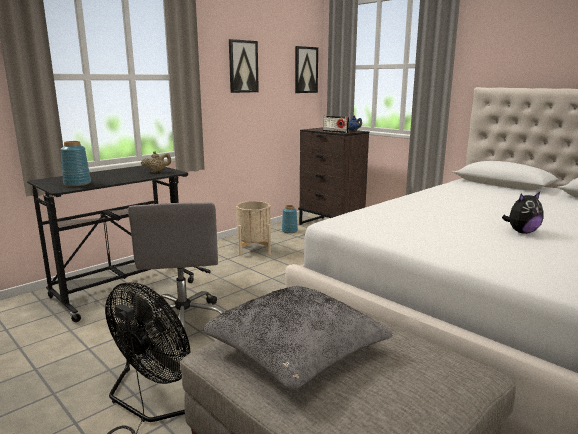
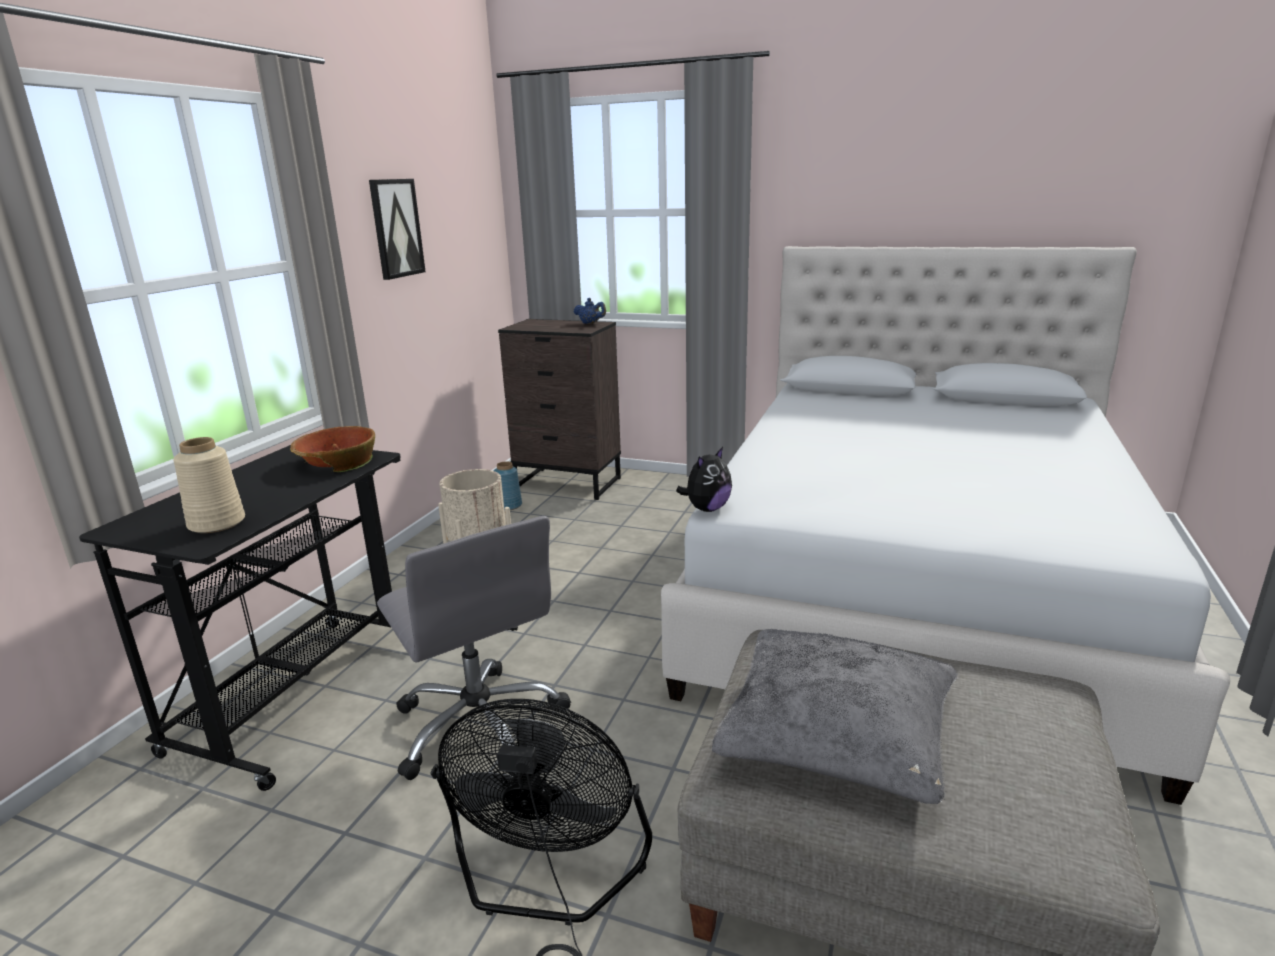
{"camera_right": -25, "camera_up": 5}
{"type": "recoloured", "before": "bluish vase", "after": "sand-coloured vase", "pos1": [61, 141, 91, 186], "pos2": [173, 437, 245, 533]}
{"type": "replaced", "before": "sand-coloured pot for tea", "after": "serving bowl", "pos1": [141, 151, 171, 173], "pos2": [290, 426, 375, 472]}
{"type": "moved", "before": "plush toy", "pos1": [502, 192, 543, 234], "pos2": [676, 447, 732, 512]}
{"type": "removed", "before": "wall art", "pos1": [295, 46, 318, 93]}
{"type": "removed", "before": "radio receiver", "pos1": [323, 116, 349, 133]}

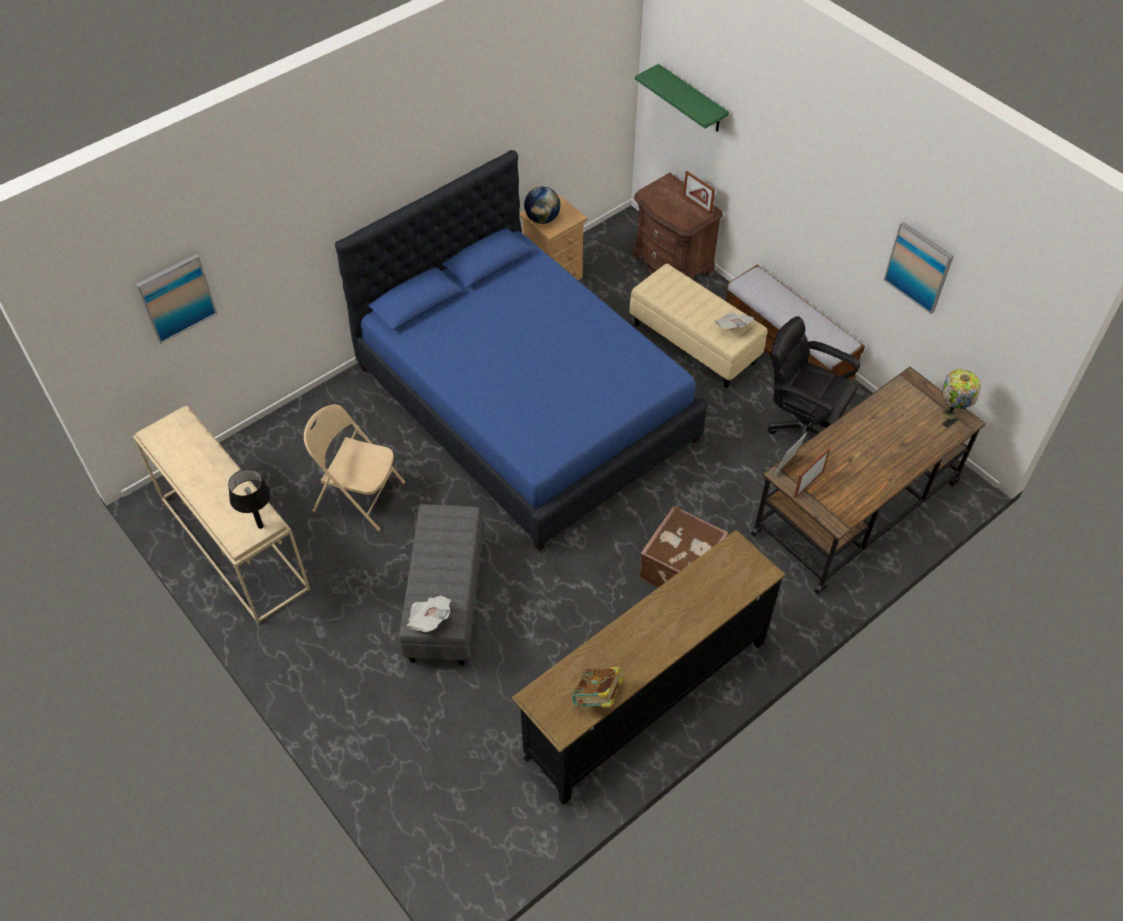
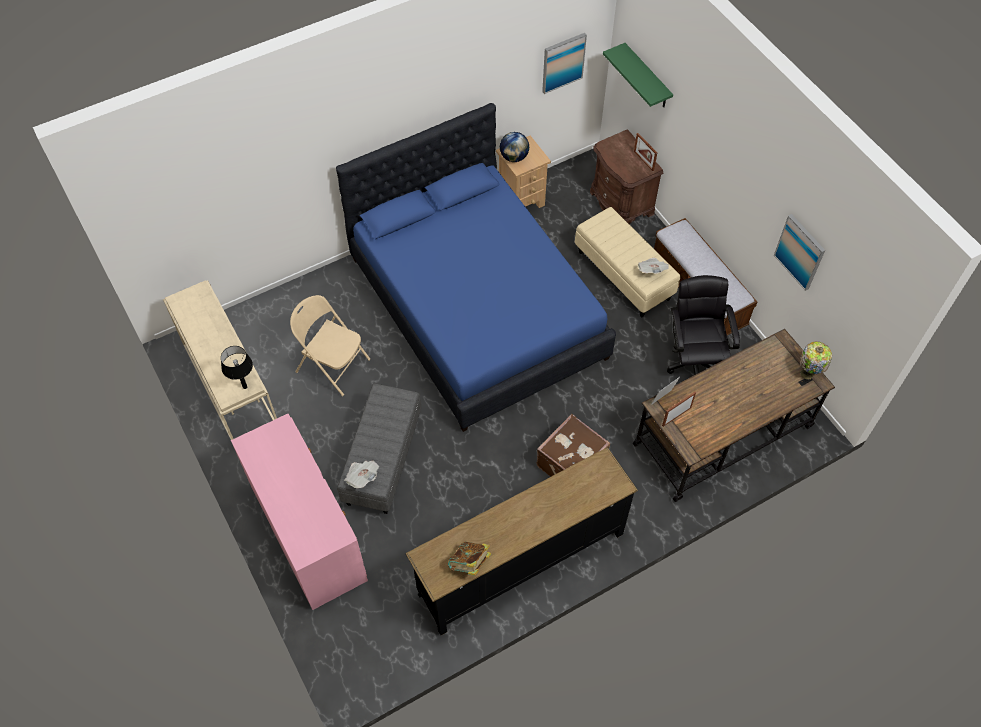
{"camera_right": 10, "camera_up": 5}
{"type": "added", "after": "pink chest of drawers", "pos2": [231, 414, 368, 610]}
{"type": "moved", "before": "wall art", "pos1": [136, 254, 217, 344], "pos2": [542, 33, 587, 94]}
{"type": "turned", "before": "black-coloured desk chair", "pos1": [768, 316, 860, 447], "pos2": [667, 275, 740, 375], "turn": 45}

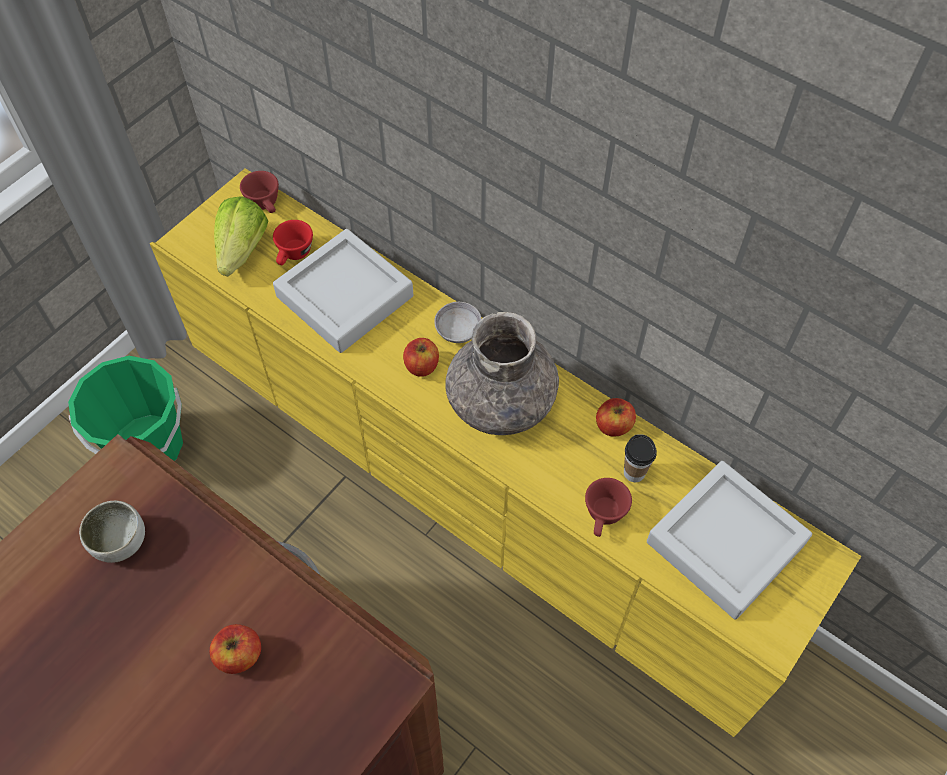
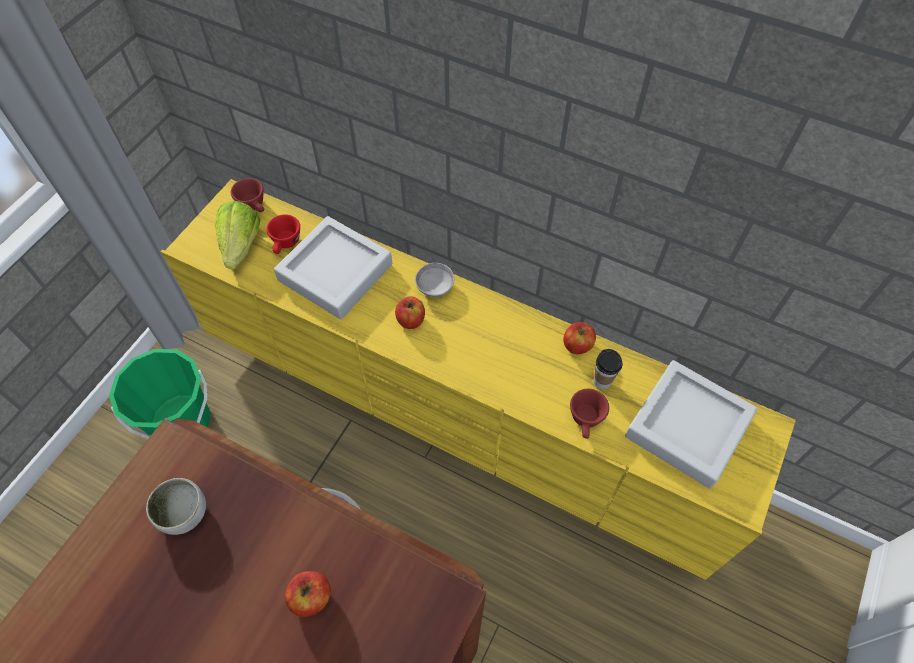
{"camera_right": -10, "camera_up": 0}
{"type": "removed", "before": "grey vase", "pos1": [445, 312, 559, 435]}

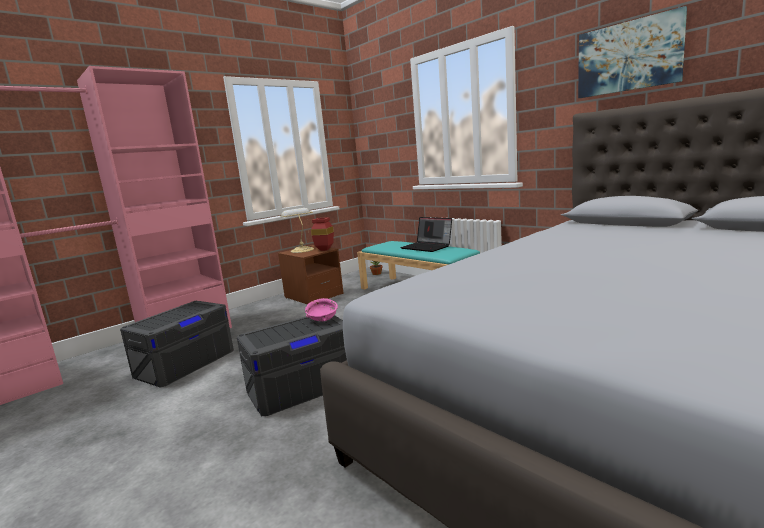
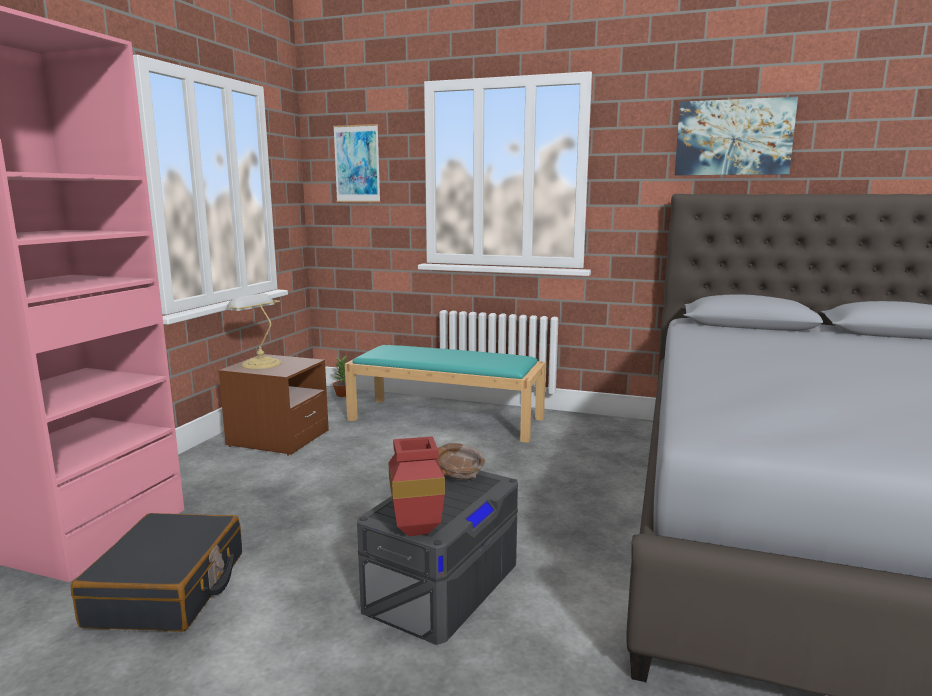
{"camera_right": -30, "camera_up": 0}
{"type": "replaced", "before": "grey storage container", "after": "black-coloured suitcase", "pos1": [120, 301, 234, 388], "pos2": [71, 513, 242, 632]}
{"type": "added", "after": "wall art", "pos2": [333, 124, 380, 202]}
{"type": "moved", "before": "reddish vase", "pos1": [311, 217, 334, 251], "pos2": [389, 436, 445, 536]}
{"type": "recoloured", "before": "pink serving bowl", "after": "brownish serving bowl", "pos1": [305, 298, 338, 321], "pos2": [438, 443, 485, 479]}
{"type": "removed", "before": "laptop", "pos1": [400, 217, 452, 252]}

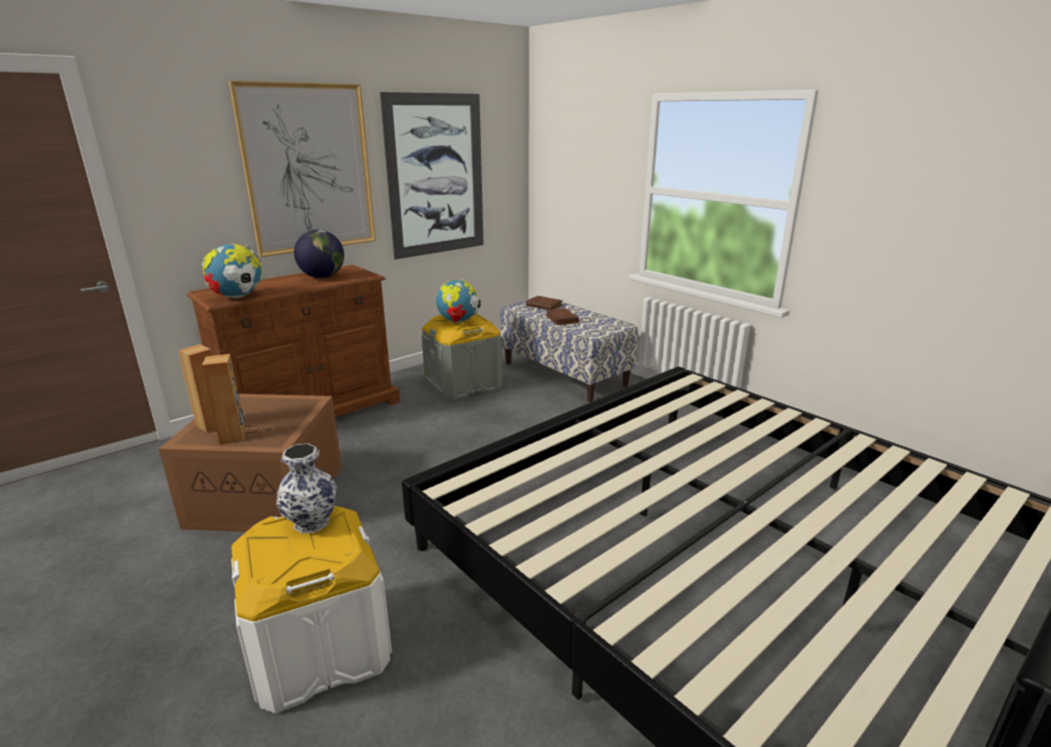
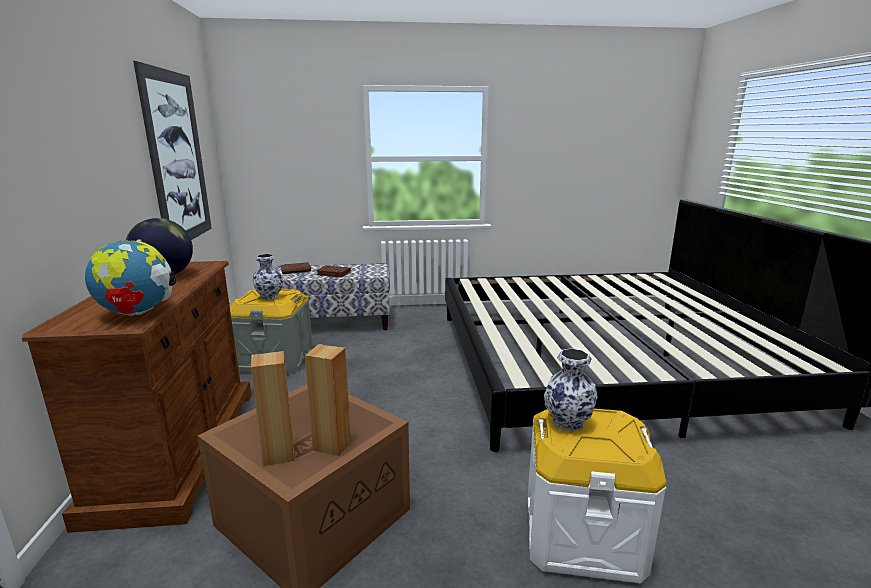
{"camera_right": -55, "camera_up": -5}
{"type": "replaced", "before": "desk globe", "after": "vase", "pos1": [436, 279, 481, 323], "pos2": [253, 254, 283, 300]}
{"type": "removed", "before": "wall art", "pos1": [229, 81, 376, 257]}

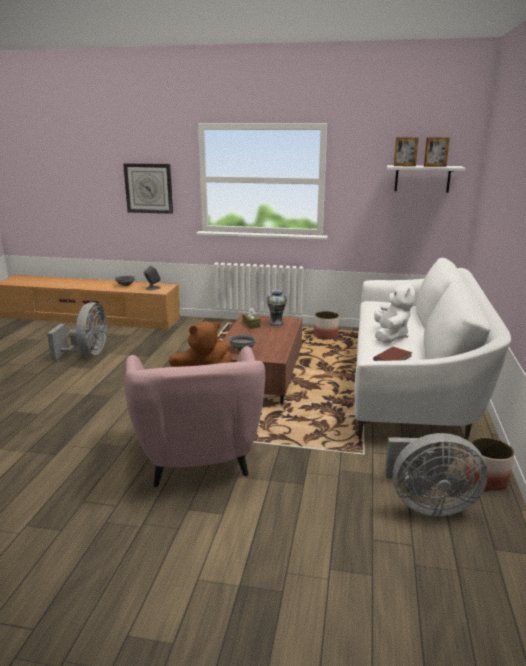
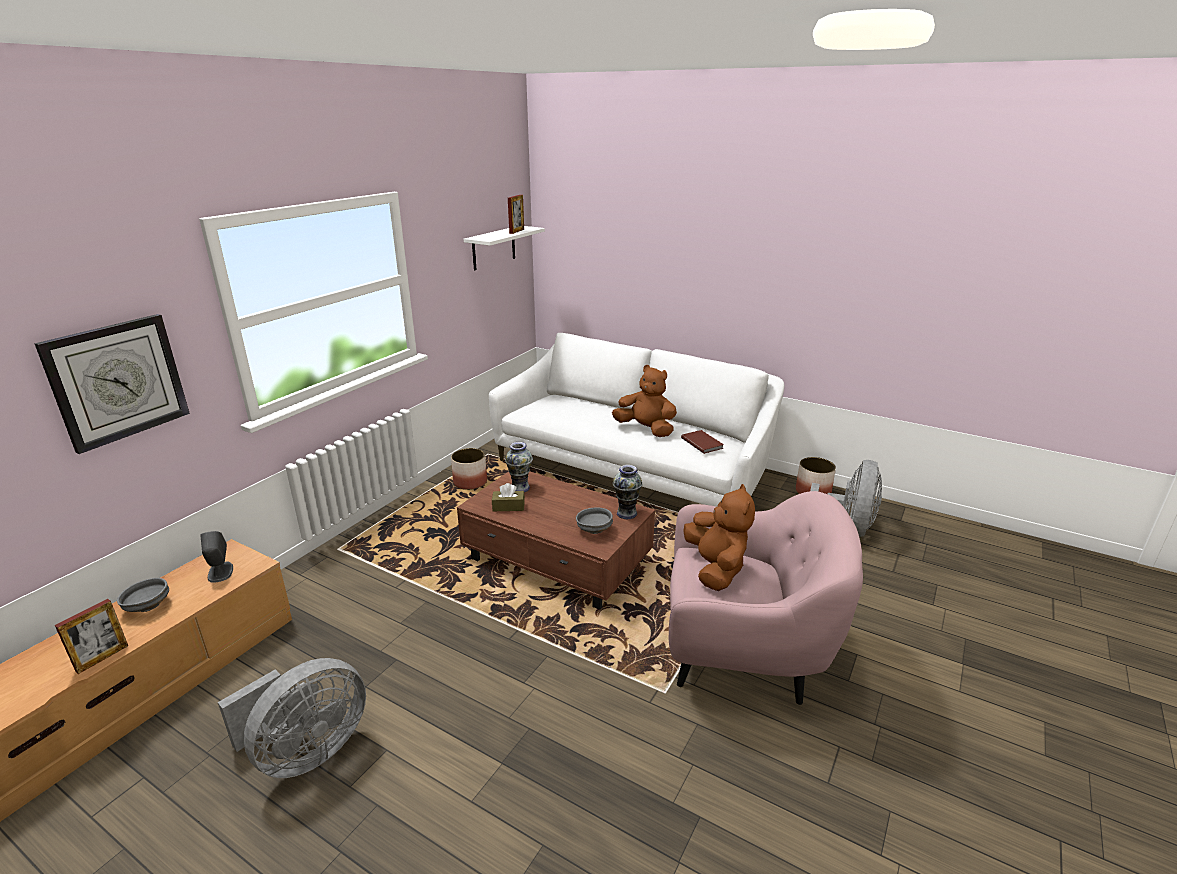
{"camera_right": -70, "camera_up": 5}
{"type": "moved", "before": "standing frame", "pos1": [394, 137, 419, 167], "pos2": [55, 599, 128, 674]}
{"type": "turned", "before": "grey cooling fan", "pos1": [47, 302, 107, 360], "pos2": [218, 658, 366, 778], "turn": 105}
{"type": "recoloured", "before": "white plush toy", "after": "brownish plush toy", "pos1": [374, 282, 415, 343], "pos2": [612, 365, 677, 437]}
{"type": "added", "after": "vase", "pos2": [613, 465, 642, 519]}

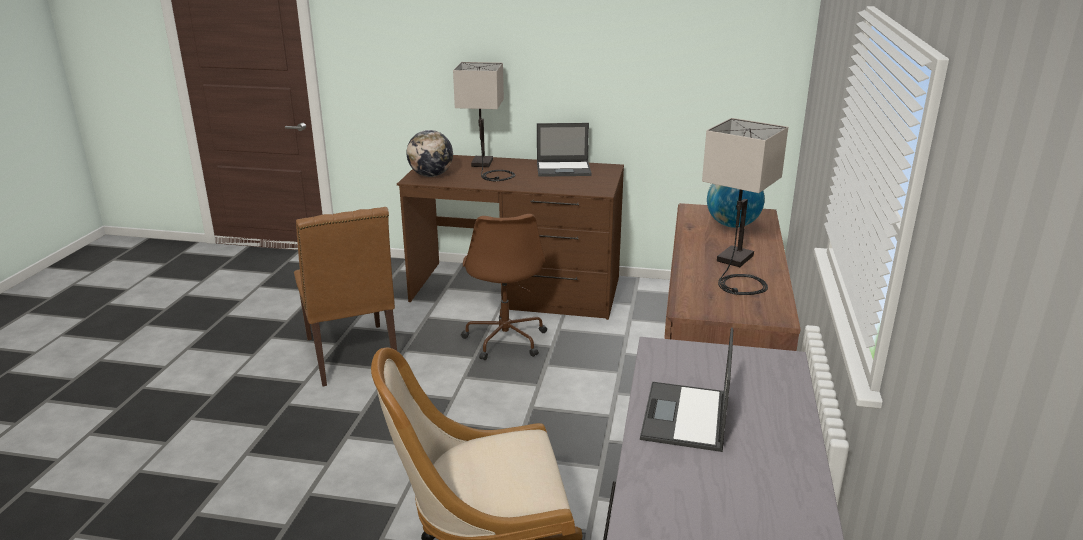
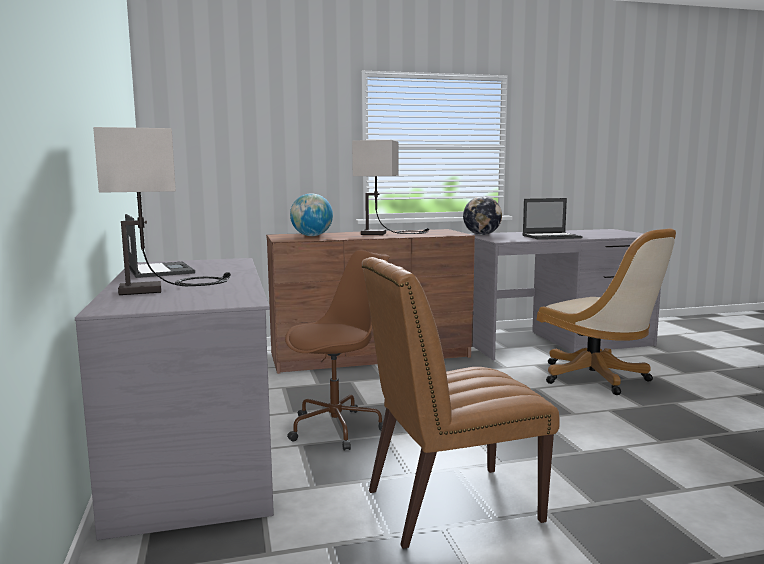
{"camera_right": -115, "camera_up": -15}
{"type": "recoloured", "before": "brownish desk", "after": "grey desk", "pos1": [397, 155, 624, 320], "pos2": [75, 258, 274, 540]}
{"type": "turned", "before": "brownish chair", "pos1": [294, 207, 397, 386], "pos2": [362, 257, 559, 549], "turn": -150}
{"type": "moved", "before": "desk globe", "pos1": [407, 130, 453, 177], "pos2": [463, 196, 502, 235]}

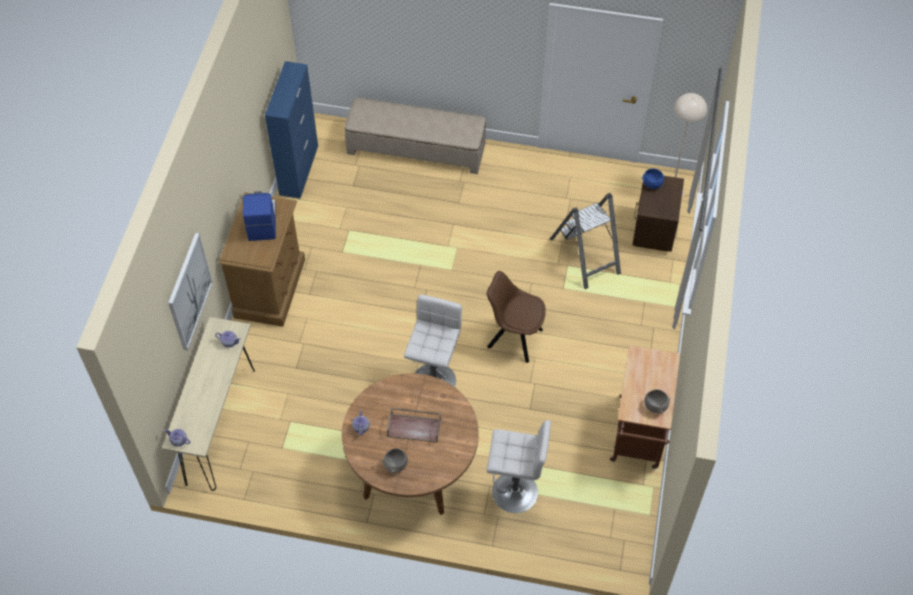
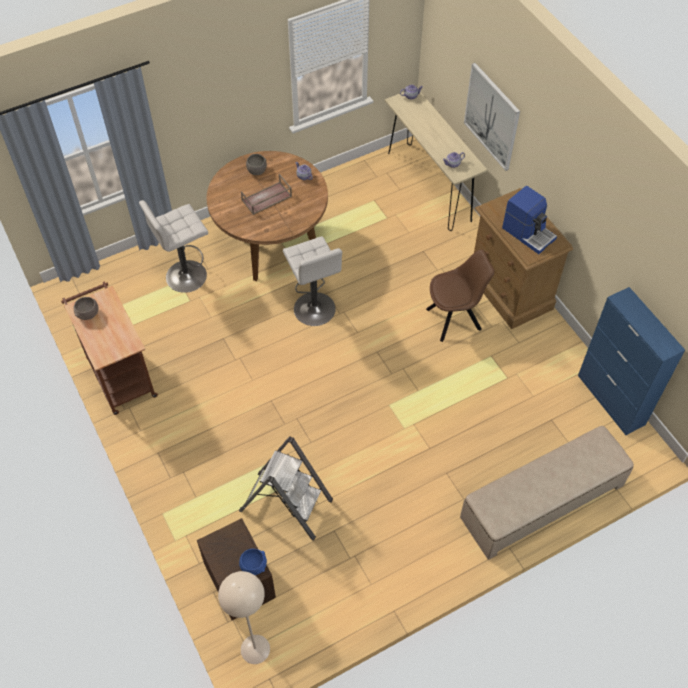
{"camera_right": 140, "camera_up": 0}
{"type": "moved", "before": "brownish chair", "pos1": [486, 271, 546, 363], "pos2": [426, 249, 495, 342]}

